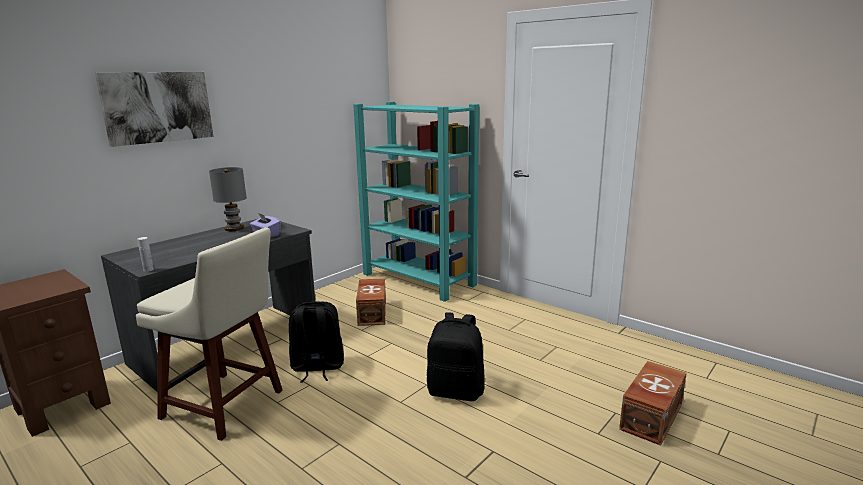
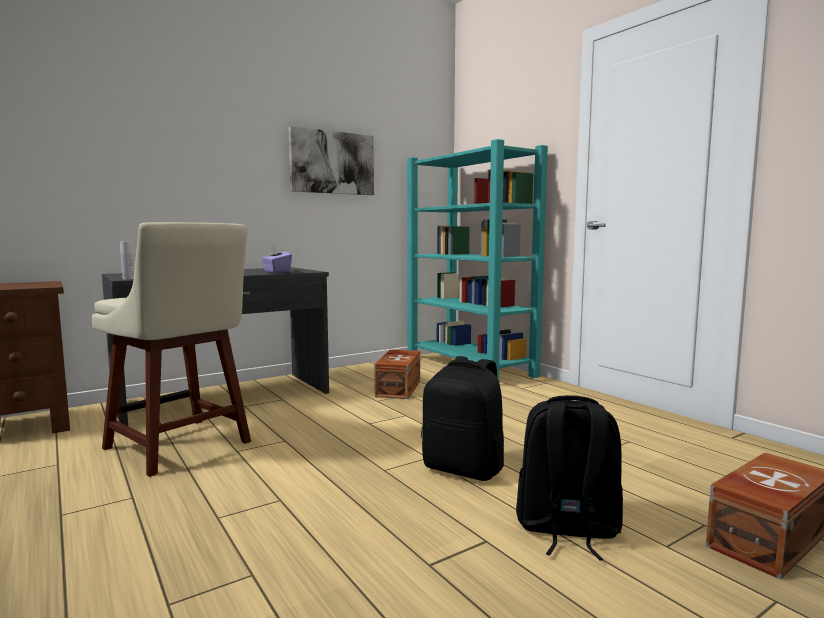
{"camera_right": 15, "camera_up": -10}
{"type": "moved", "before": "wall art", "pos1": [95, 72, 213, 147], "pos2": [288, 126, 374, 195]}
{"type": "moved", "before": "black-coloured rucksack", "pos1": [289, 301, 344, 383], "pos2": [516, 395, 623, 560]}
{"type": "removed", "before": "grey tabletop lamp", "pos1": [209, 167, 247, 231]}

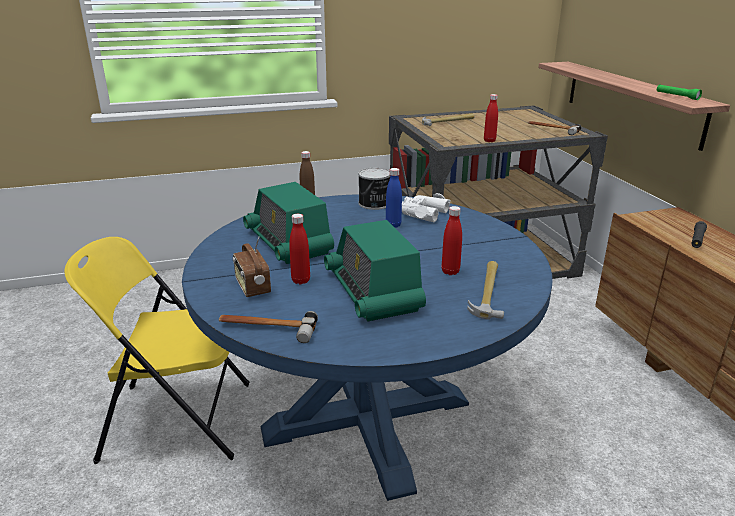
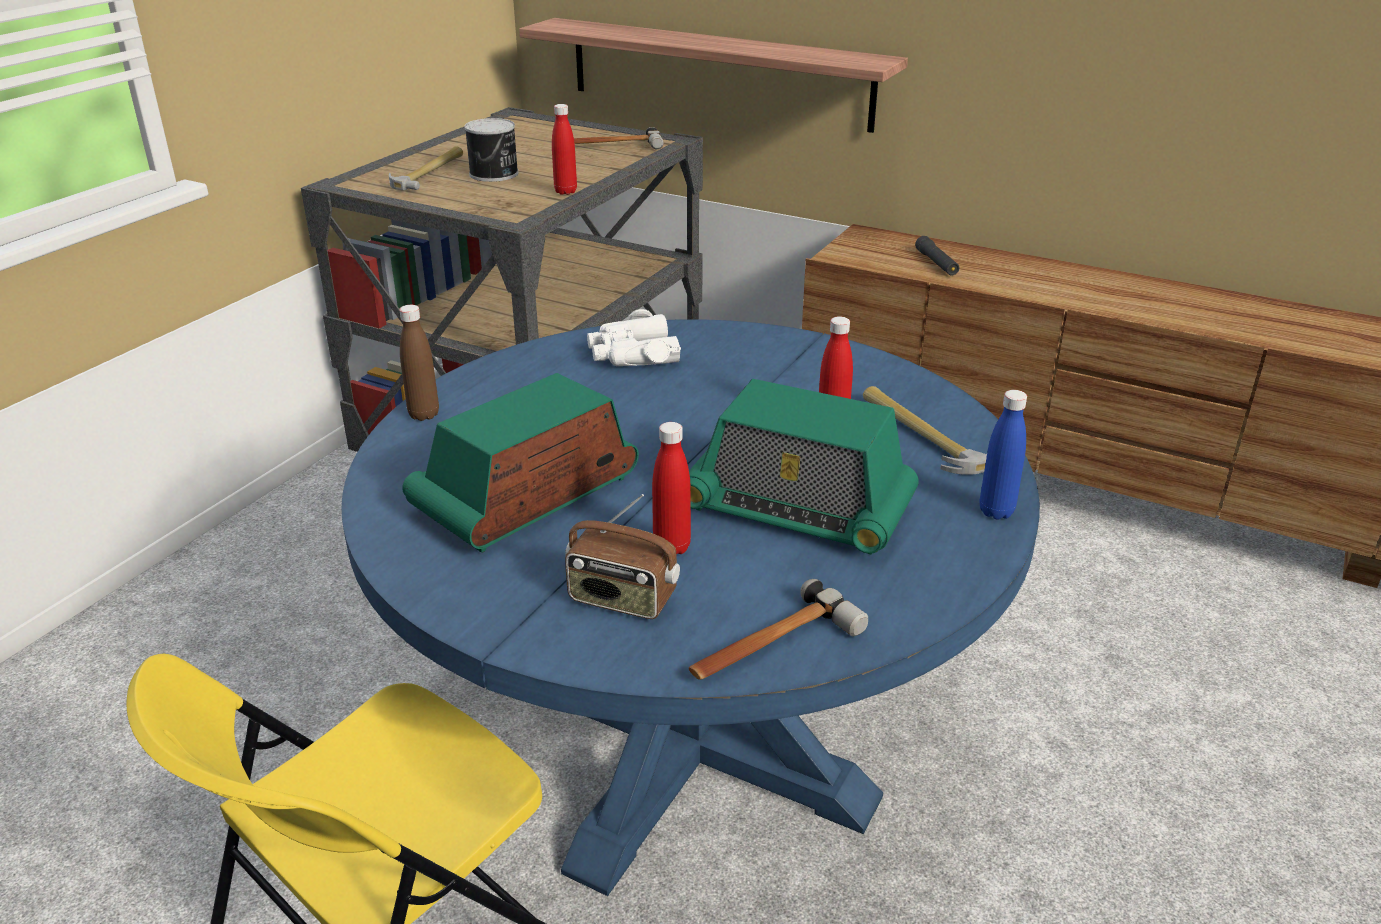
{"camera_right": -45, "camera_up": 5}
{"type": "turned", "before": "radio receiver", "pos1": [243, 182, 334, 264], "pos2": [402, 373, 639, 553], "turn": 120}
{"type": "moved", "before": "can", "pos1": [358, 168, 390, 210], "pos2": [464, 118, 518, 182]}
{"type": "moved", "before": "bluish beverage bottle", "pos1": [386, 168, 402, 228], "pos2": [980, 390, 1027, 519]}
{"type": "removed", "before": "greenish flashlight", "pos1": [657, 84, 702, 100]}

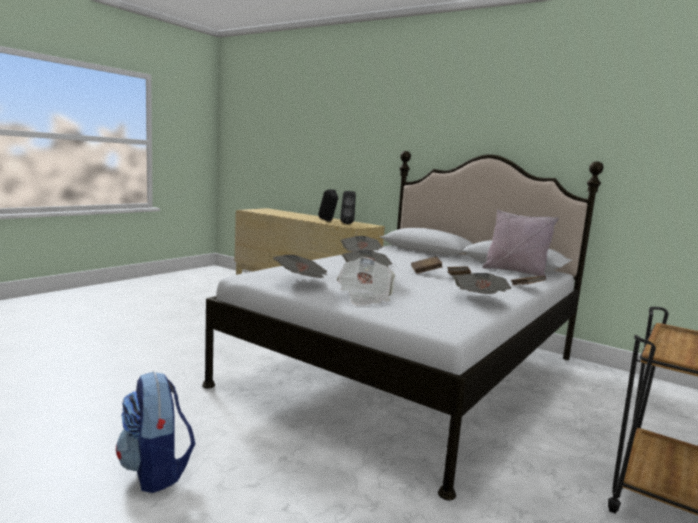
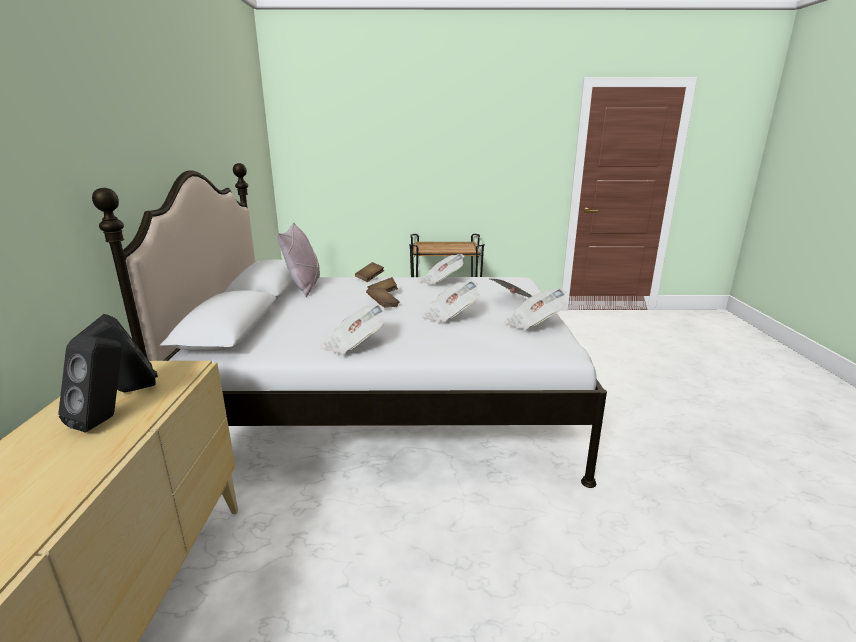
{"camera_right": -125, "camera_up": 10}
{"type": "removed", "before": "rucksack", "pos1": [116, 371, 195, 493]}

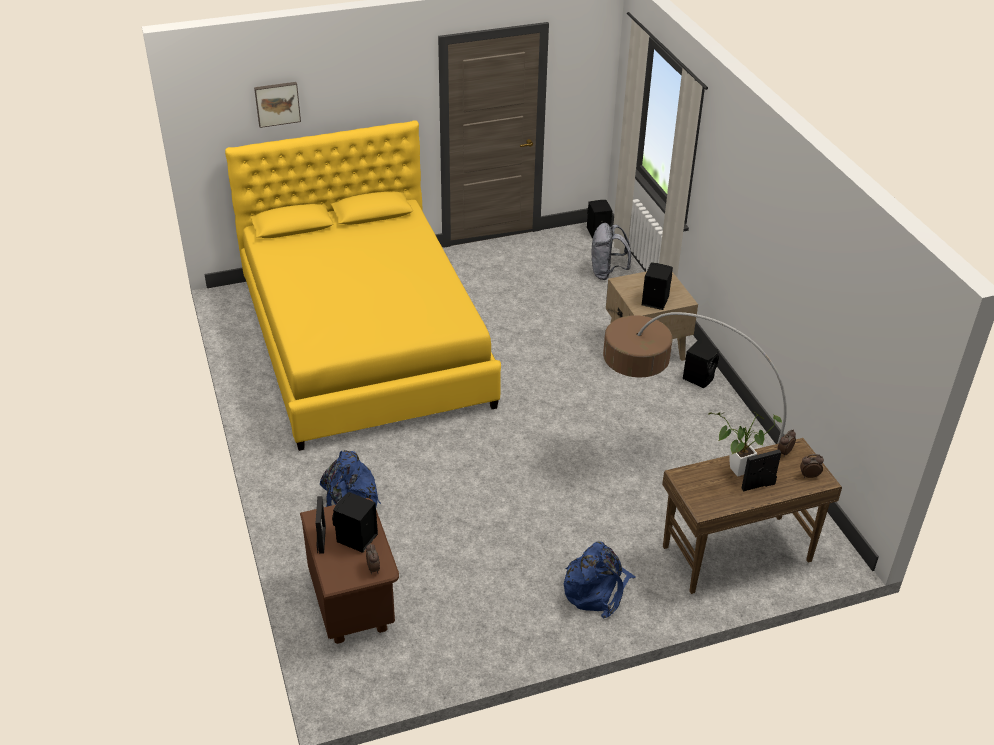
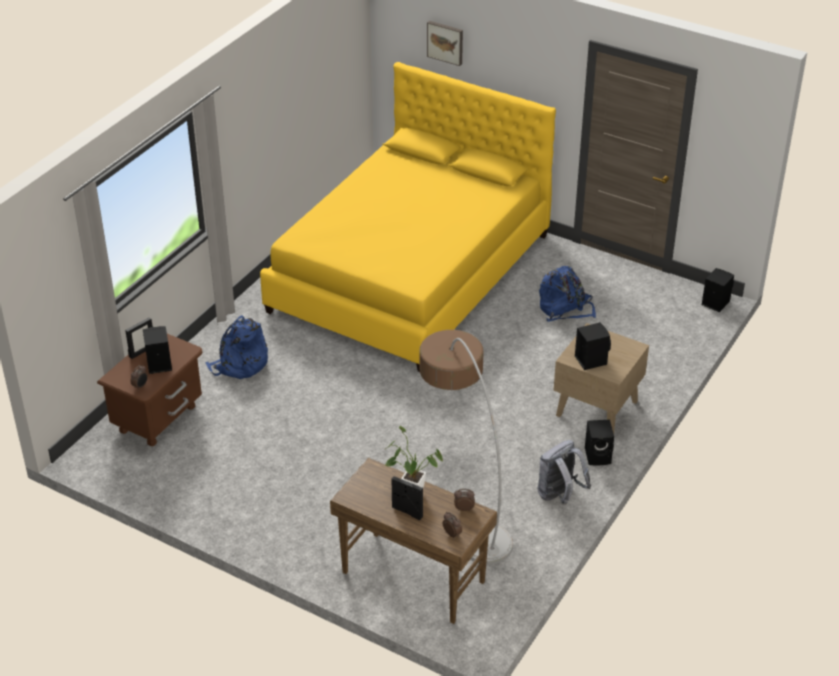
{"camera_right": 50, "camera_up": 0}
{"type": "moved", "before": "grey rucksack", "pos1": [591, 223, 631, 280], "pos2": [538, 440, 591, 505]}
{"type": "moved", "before": "bluish rucksack", "pos1": [564, 541, 636, 619], "pos2": [539, 266, 596, 322]}

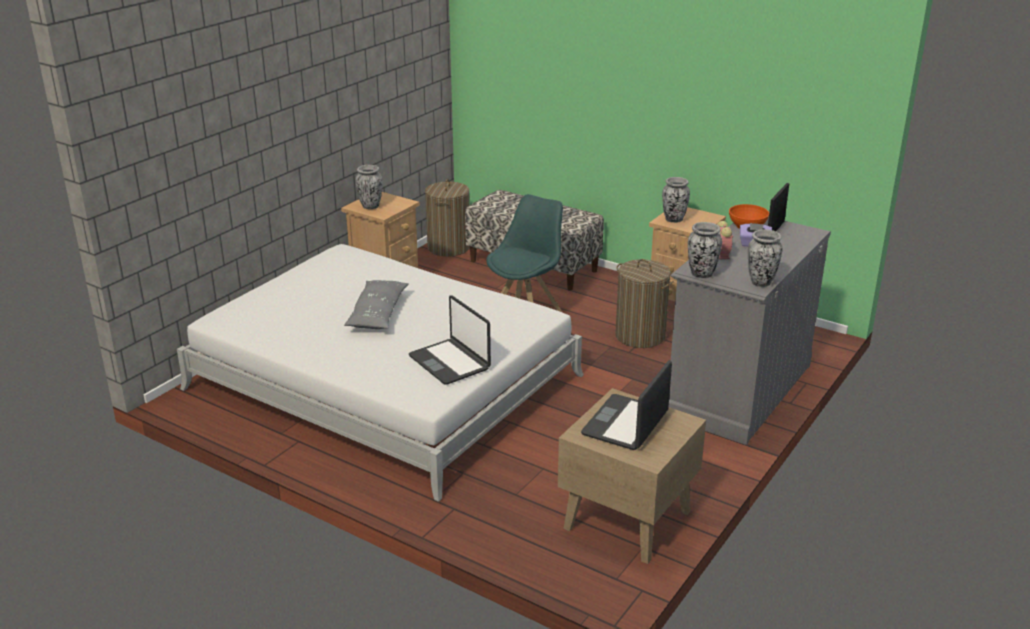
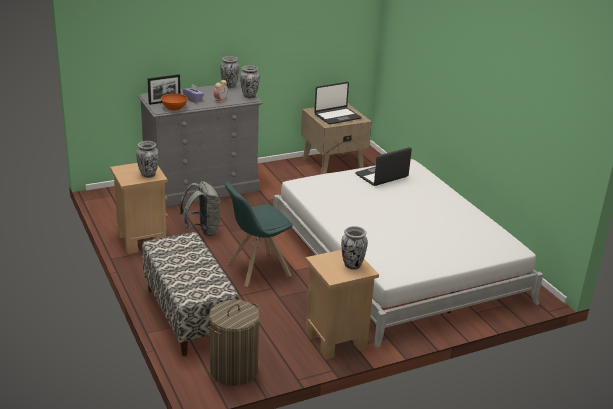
{"camera_right": -150, "camera_up": 0}
{"type": "replaced", "before": "washing basket", "after": "grey rucksack", "pos1": [615, 259, 674, 348], "pos2": [180, 181, 220, 237]}
{"type": "turned", "before": "laptop", "pos1": [409, 295, 491, 385], "pos2": [355, 147, 412, 186], "turn": -120}
{"type": "removed", "before": "grey throw pillow", "pos1": [344, 280, 409, 329]}

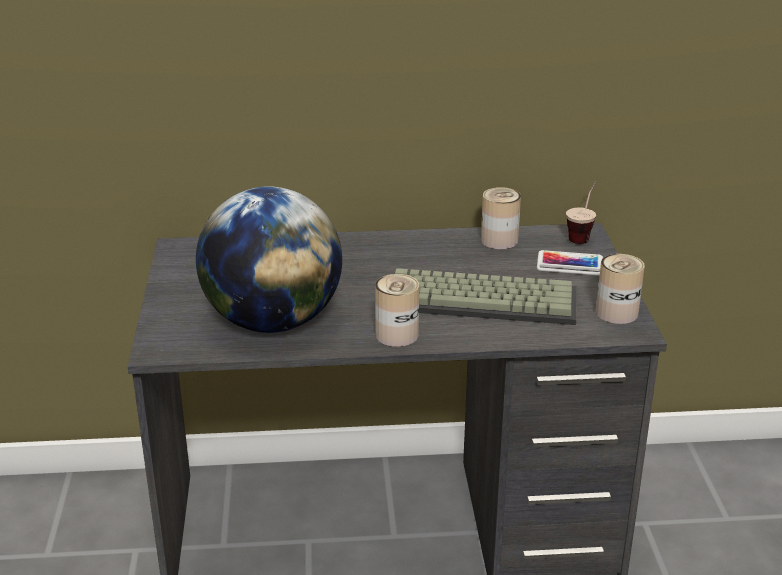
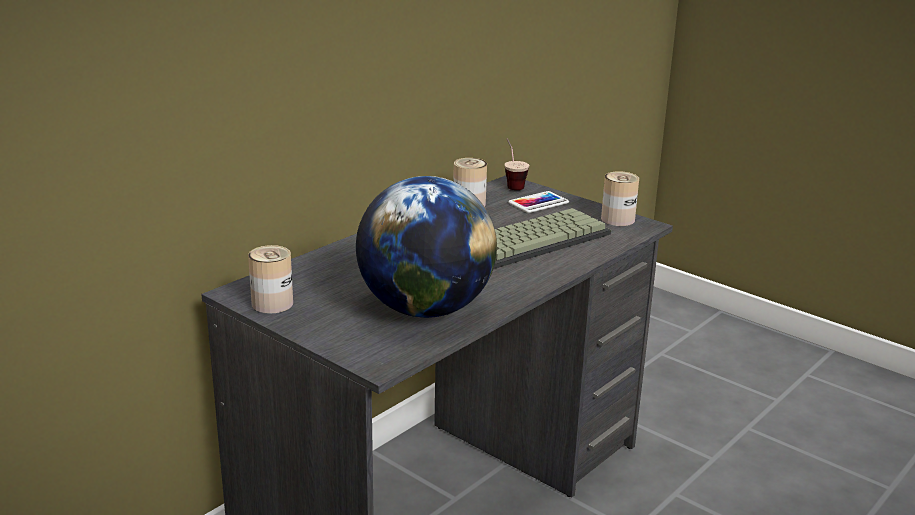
{"camera_right": -45, "camera_up": -5}
{"type": "moved", "before": "can", "pos1": [375, 274, 419, 347], "pos2": [248, 245, 293, 314]}

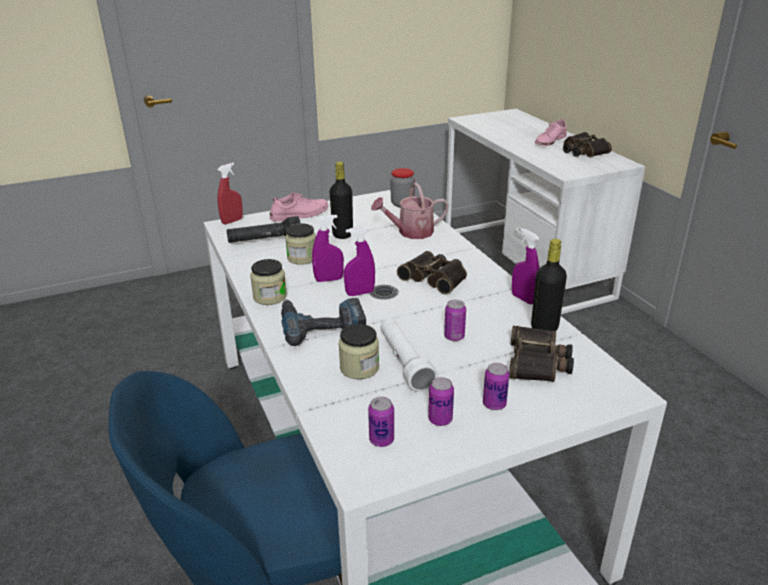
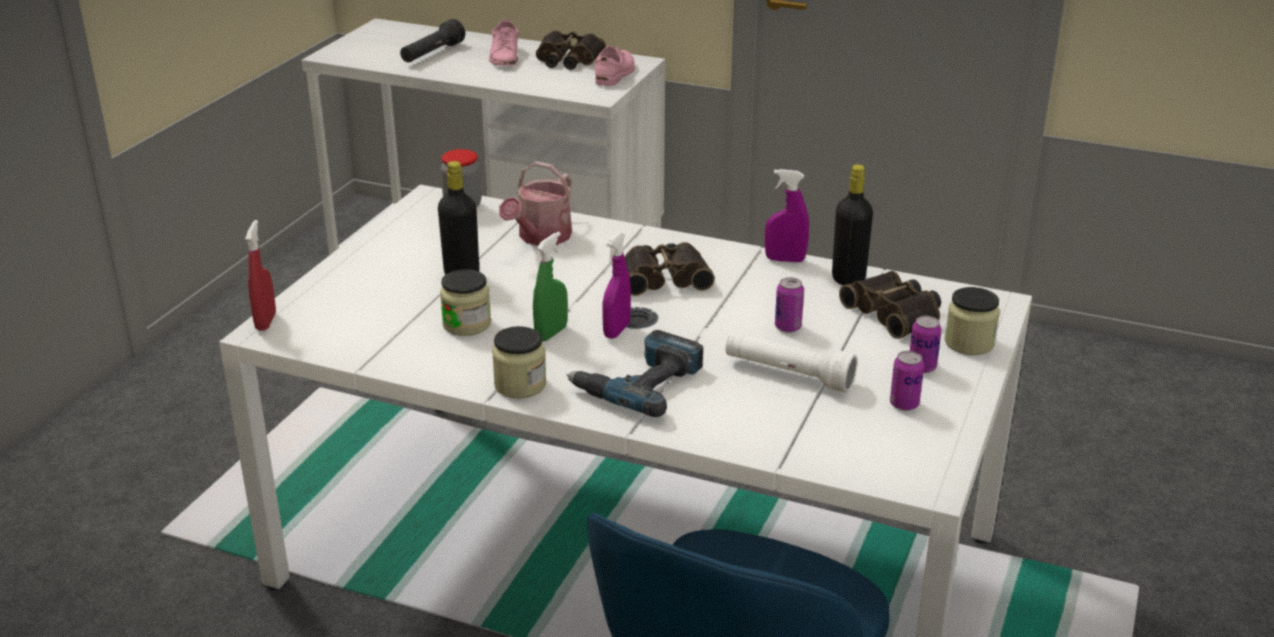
{"camera_right": -45, "camera_up": 0}
{"type": "moved", "before": "black-coloured flashlight", "pos1": [226, 216, 300, 243], "pos2": [400, 19, 465, 62]}
{"type": "recoloured", "before": "purple-coloured hand sprayer", "after": "greenish hand sprayer", "pos1": [312, 215, 344, 282], "pos2": [533, 232, 568, 342]}
{"type": "moved", "before": "pink shoe", "pos1": [270, 192, 329, 222], "pos2": [595, 46, 635, 86]}
{"type": "moved", "before": "storage jar", "pos1": [338, 324, 379, 379], "pos2": [944, 287, 1000, 355]}
{"type": "removed", "before": "can", "pos1": [368, 396, 394, 447]}

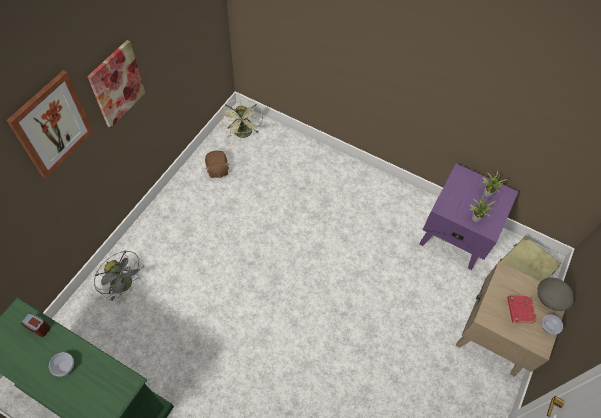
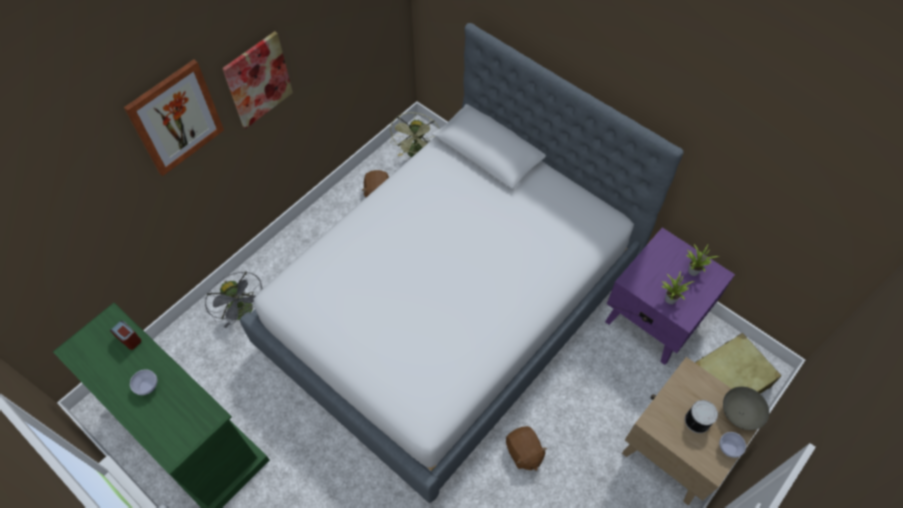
{"camera_right": 15, "camera_up": 0}
{"type": "added", "after": "bed", "pos2": [240, 23, 683, 503]}
{"type": "added", "after": "brownish plush toy", "pos2": [506, 426, 548, 471]}
{"type": "replaced", "before": "reddish bound book", "after": "can", "pos1": [507, 296, 536, 323], "pos2": [685, 400, 718, 433]}

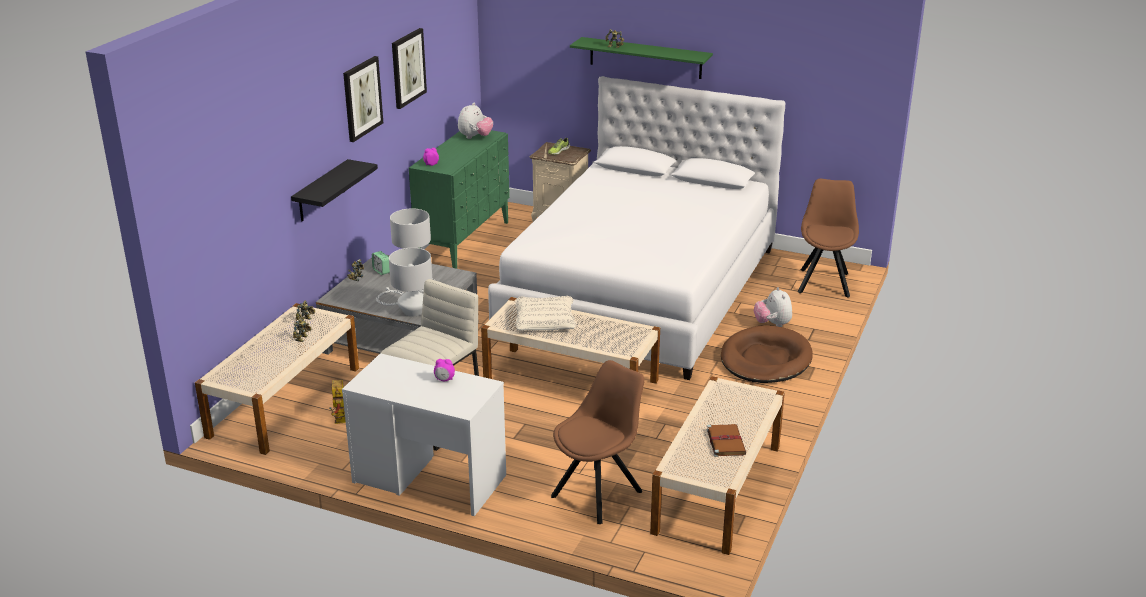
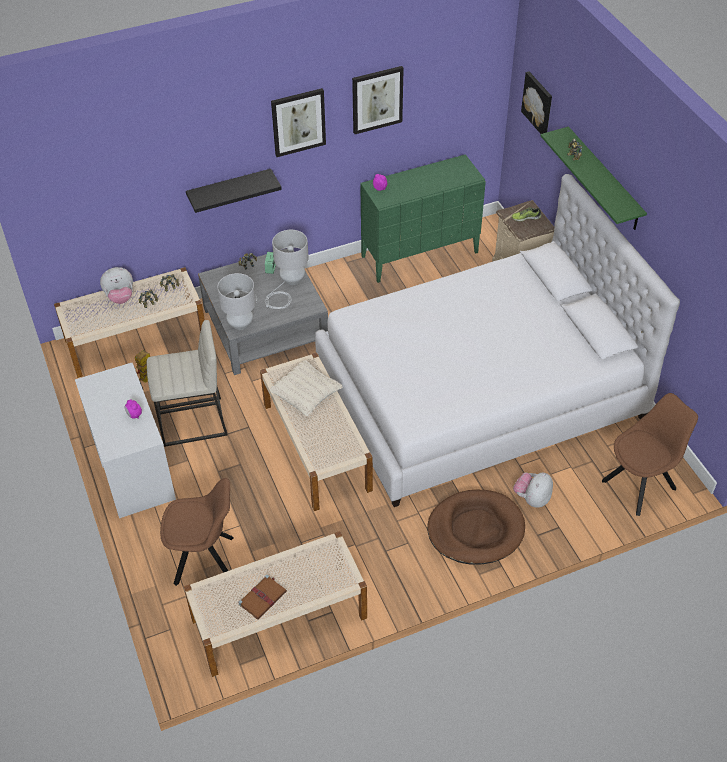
{"camera_right": 45, "camera_up": 20}
{"type": "moved", "before": "plush toy", "pos1": [458, 103, 493, 139], "pos2": [100, 267, 133, 304]}
{"type": "added", "after": "wall art", "pos2": [521, 72, 552, 134]}

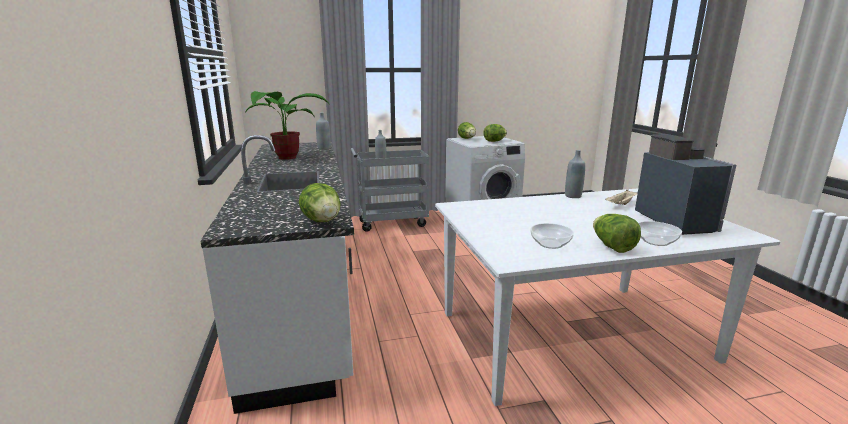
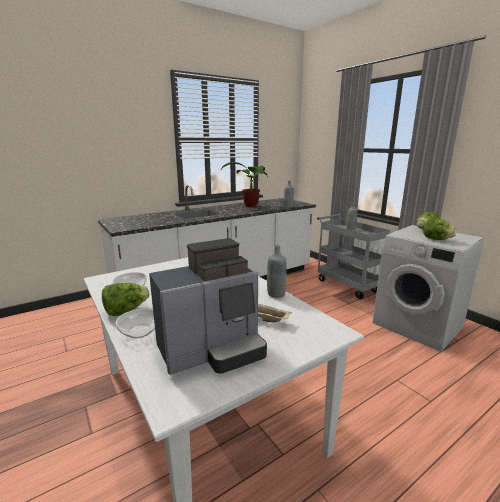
{"camera_right": 70, "camera_up": 0}
{"type": "removed", "before": "head of lettuce", "pos1": [299, 183, 341, 222]}

